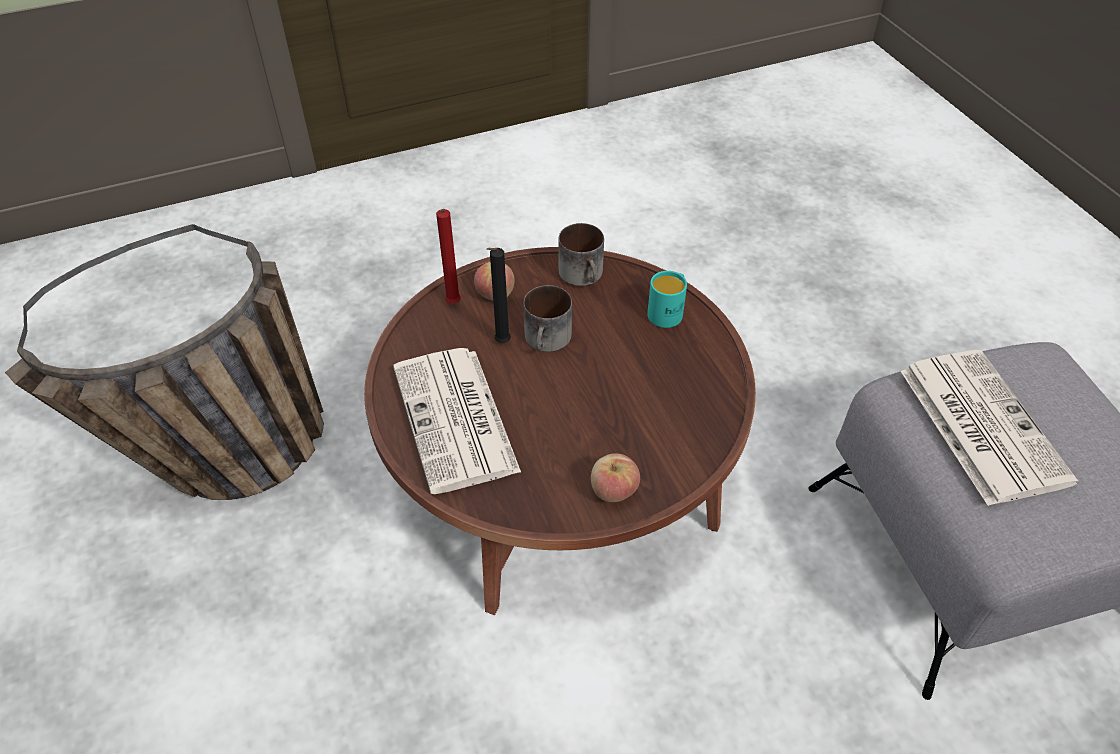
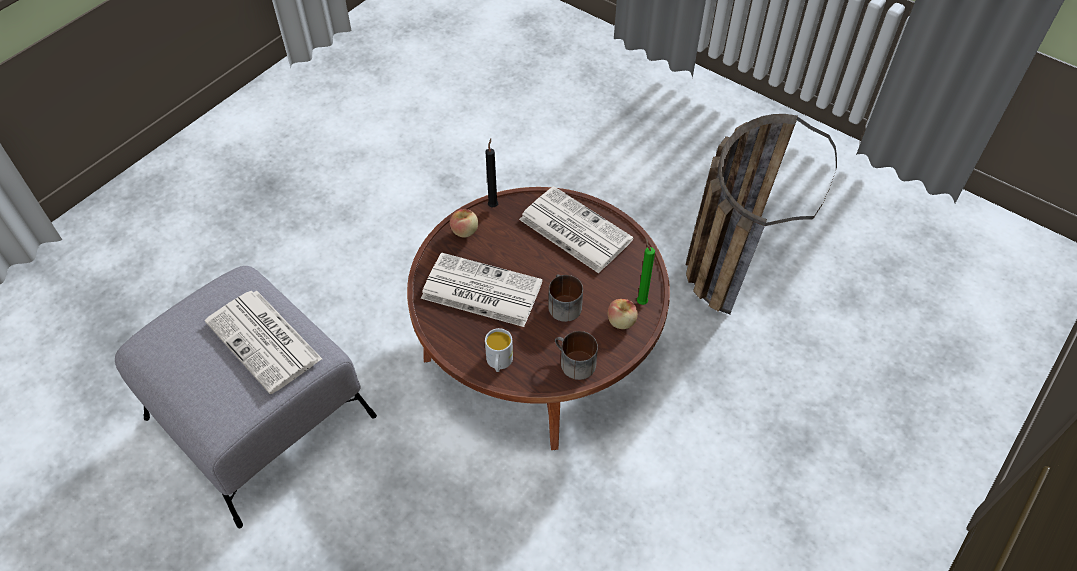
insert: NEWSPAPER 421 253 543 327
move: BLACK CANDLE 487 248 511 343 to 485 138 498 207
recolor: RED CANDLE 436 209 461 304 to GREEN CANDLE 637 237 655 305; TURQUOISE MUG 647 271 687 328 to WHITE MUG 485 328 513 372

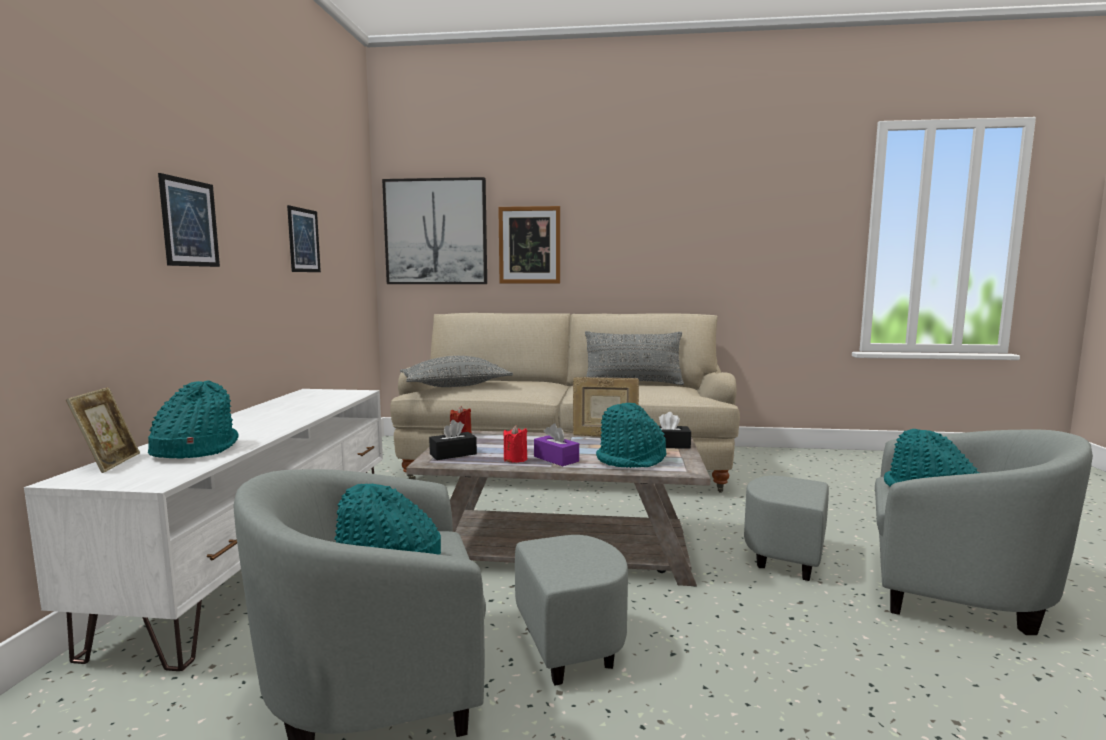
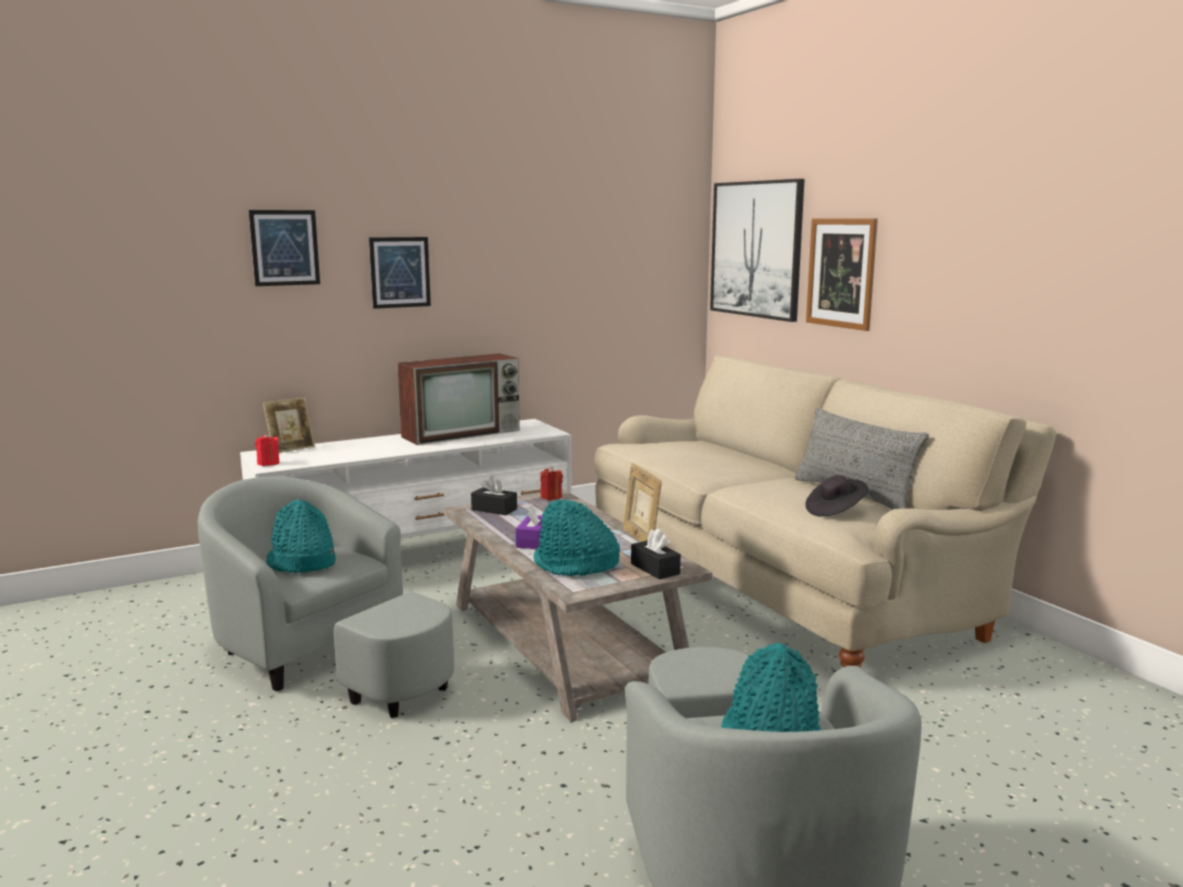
delete: TURQUOISE HAT 148 380 239 459; GREY PILLOW 400 356 513 387
insert: TELEVISION 397 354 520 445; BLACK HAT 805 475 869 517
move: PICTURE 287 205 321 272 to 249 210 320 286; RED CANDLE 504 425 527 463 to 255 433 280 466

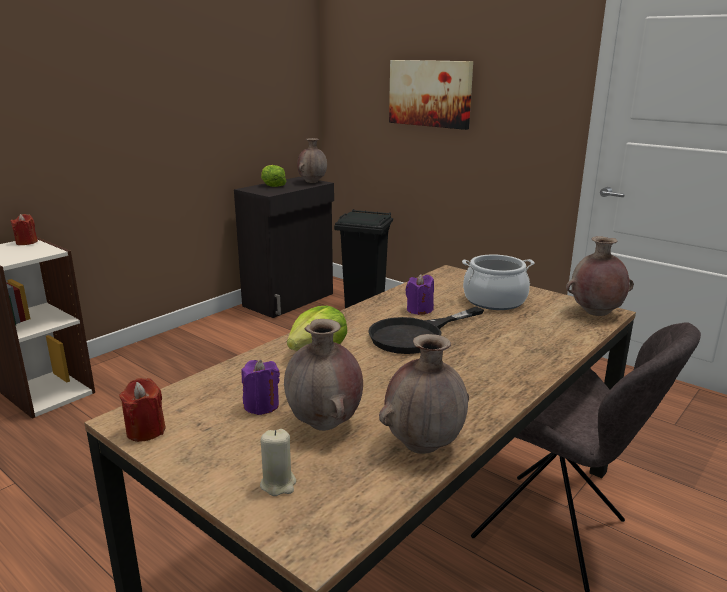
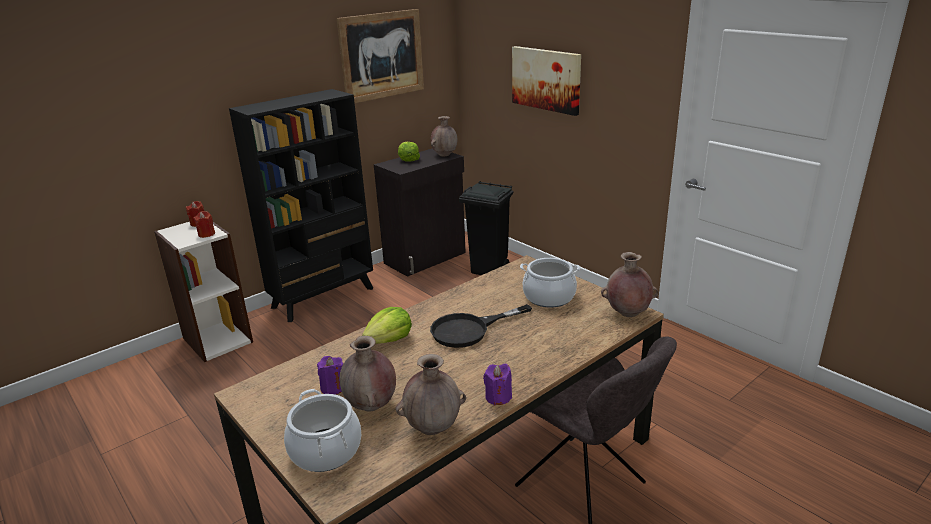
insert: BLACK BOOKCASE 229 89 373 322; PICTURE 336 9 424 103
move: RED CANDLE 119 378 165 442 to 193 211 215 238; PURPLE CANDLE 405 274 434 315 to 483 364 512 406
replace: BEIGE CANDLE 260 429 296 496 to COOKING POT 284 389 361 472

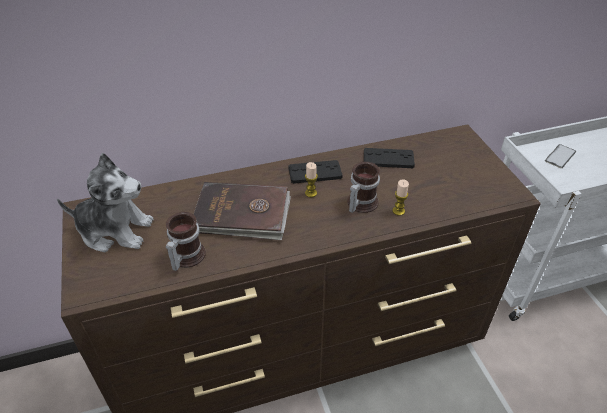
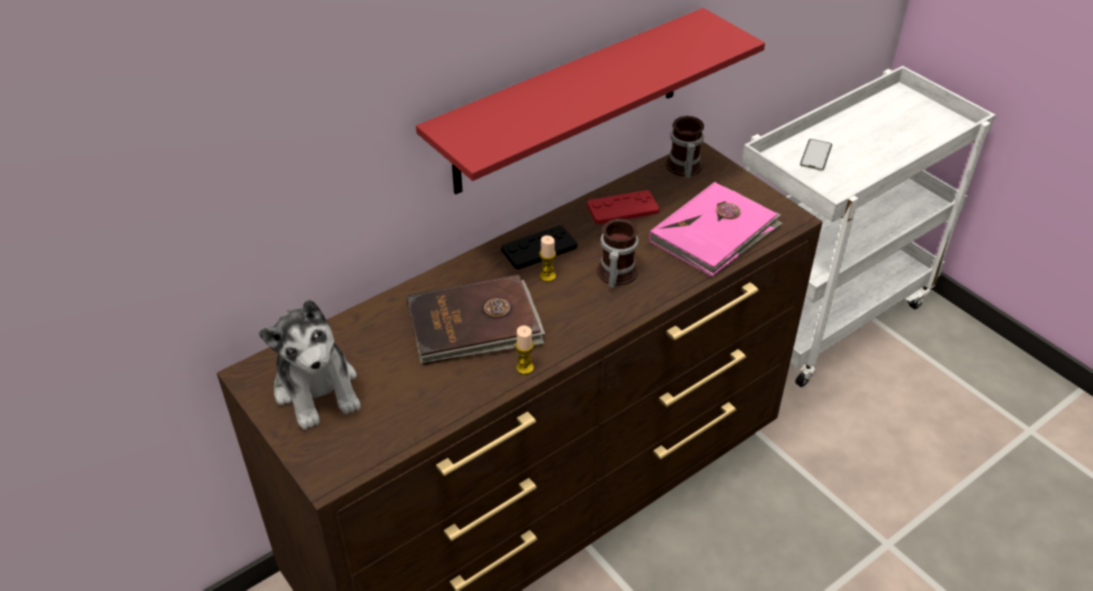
insert: RED SHELF 416 8 765 194; PINK BOOK 649 182 783 277
move: MUG 166 212 206 271 to 666 116 704 178; CANDLE 392 179 409 216 to 515 325 534 375
recolor: BLACK GAME CONTROLLER 364 148 415 168 to RED GAME CONTROLLER 587 190 660 224
rotate: PLUSH TOY 57 153 154 252 = 259 299 361 430 75 degrees clockwise

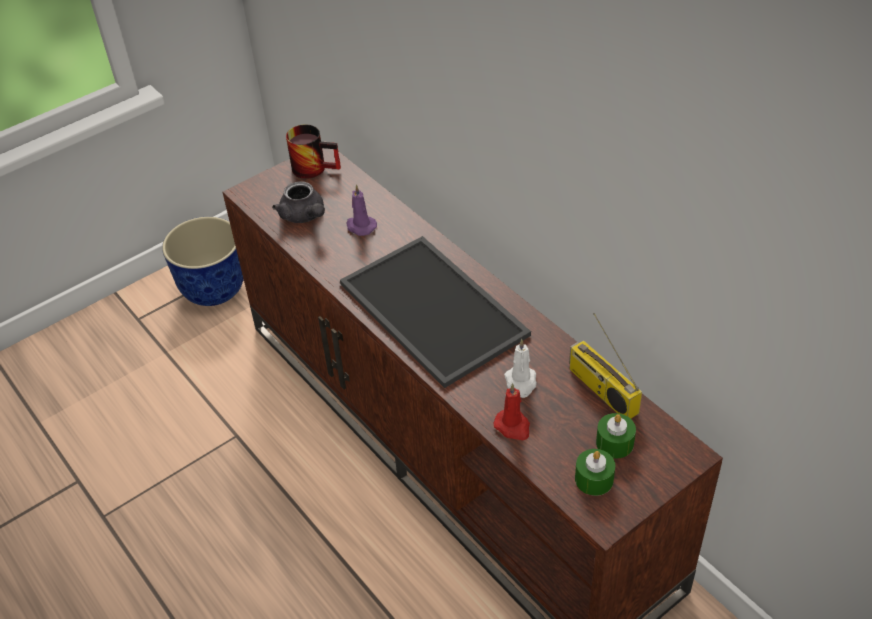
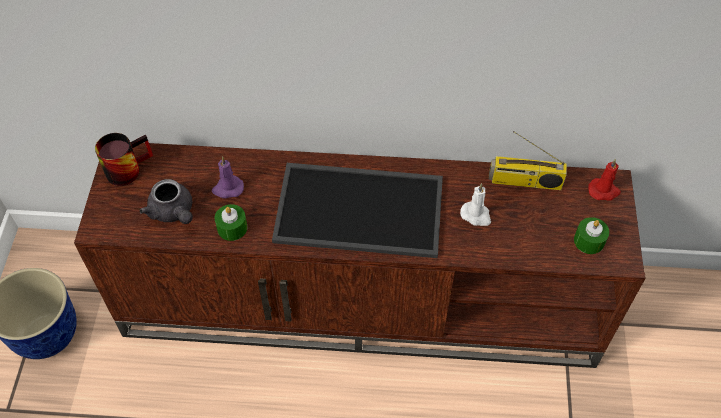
move: RED CANDLE 493 383 530 440 to 588 159 621 201; GREEN CANDLE 596 413 636 459 to 215 204 247 241
rotate: GREY TEAPOT 272 181 325 223 = 140 179 193 224 45 degrees clockwise

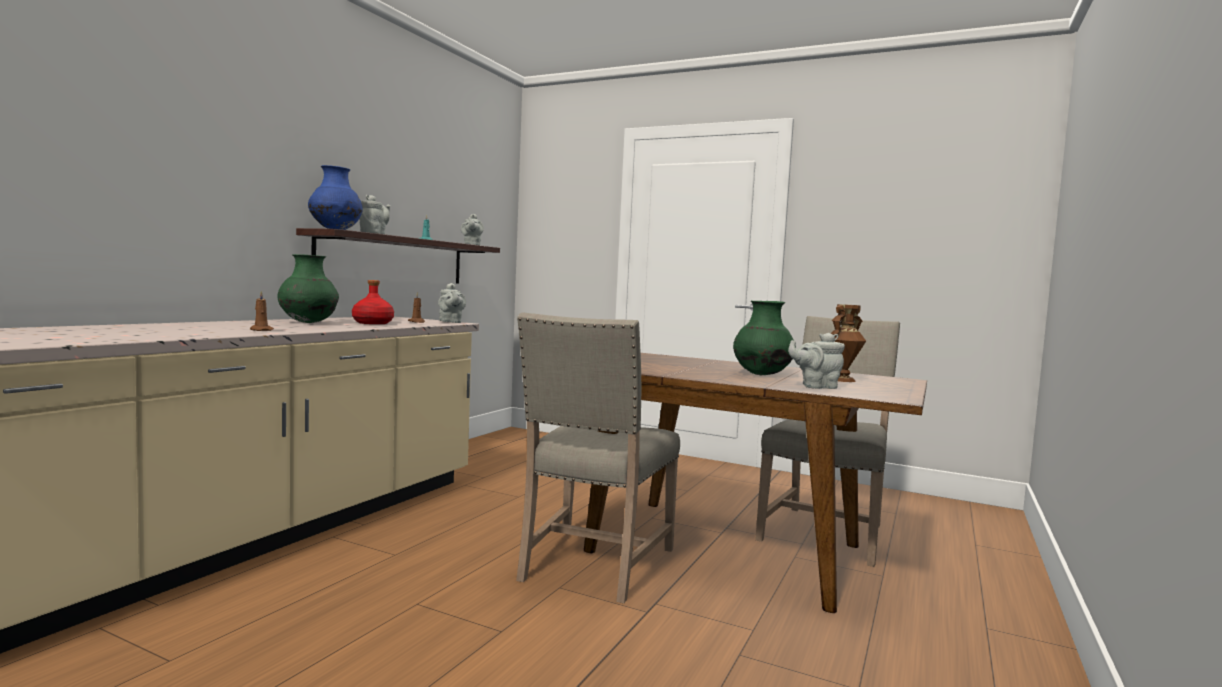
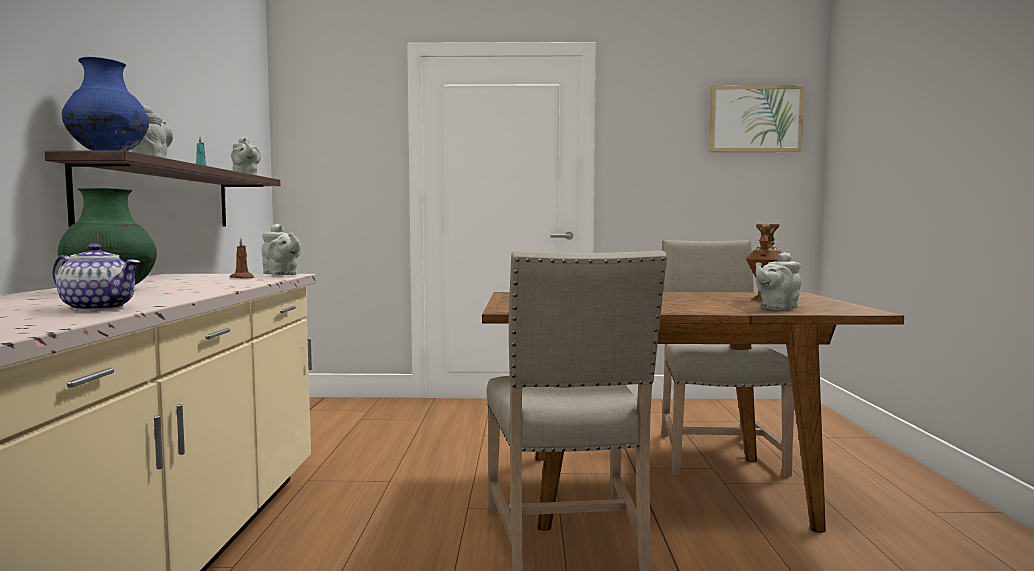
delete: RED BOTTLE 352 280 394 324; GREEN VASE 733 301 796 375
insert: PICTURE 709 85 804 152
replace: BROWN CANDLE 250 291 274 331 to TEAPOT 52 244 140 311

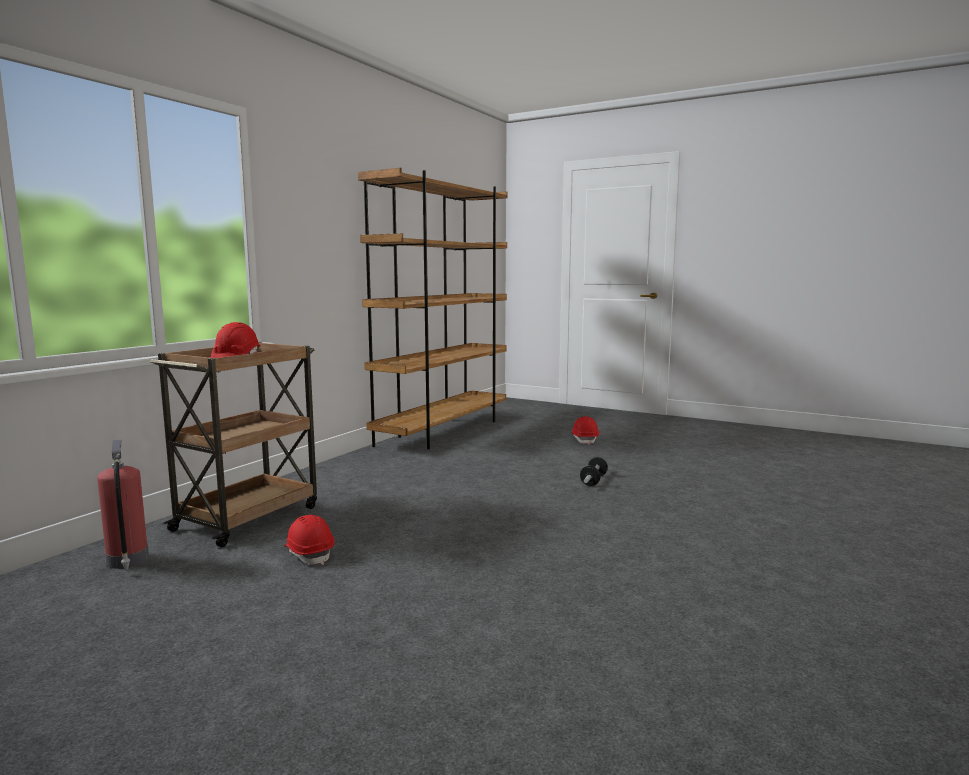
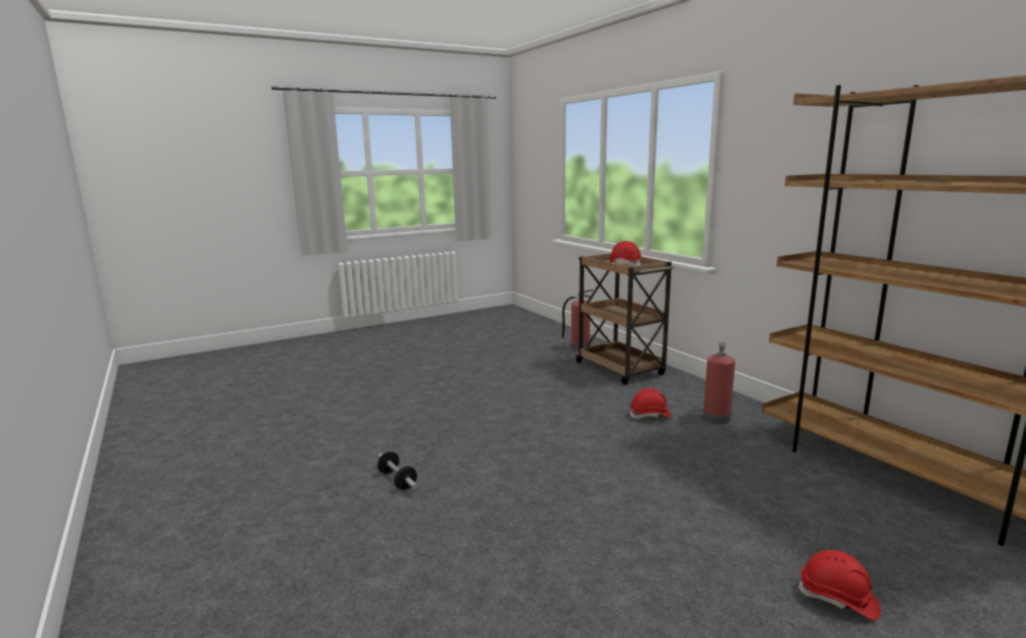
insert: FIRE EXTINGUISHER 703 342 735 425
move: RED HARD HAT 284 515 335 565 to 630 388 673 419; DUMBBELL 580 457 608 486 to 377 451 417 490

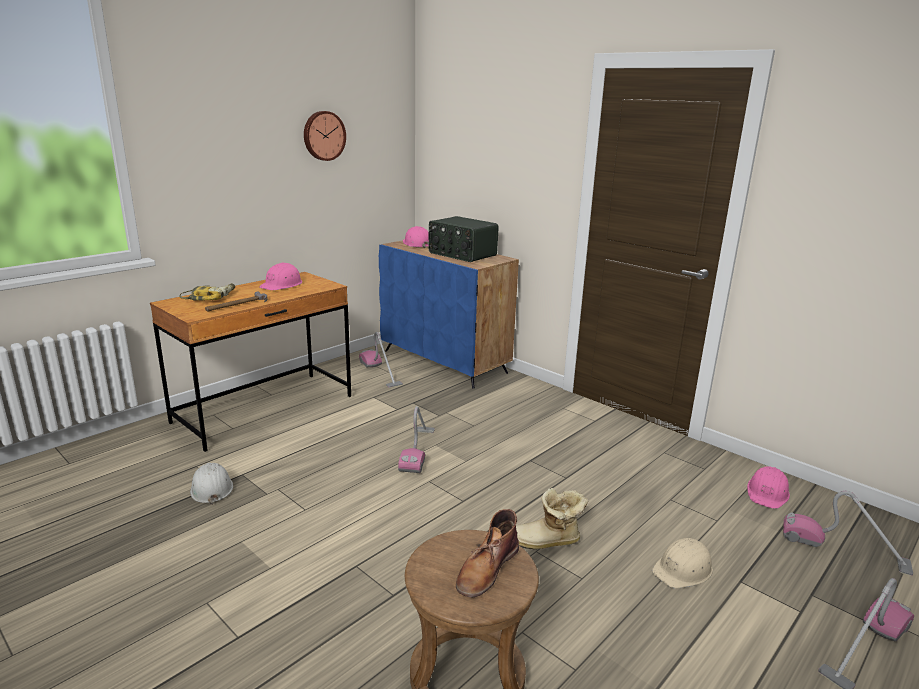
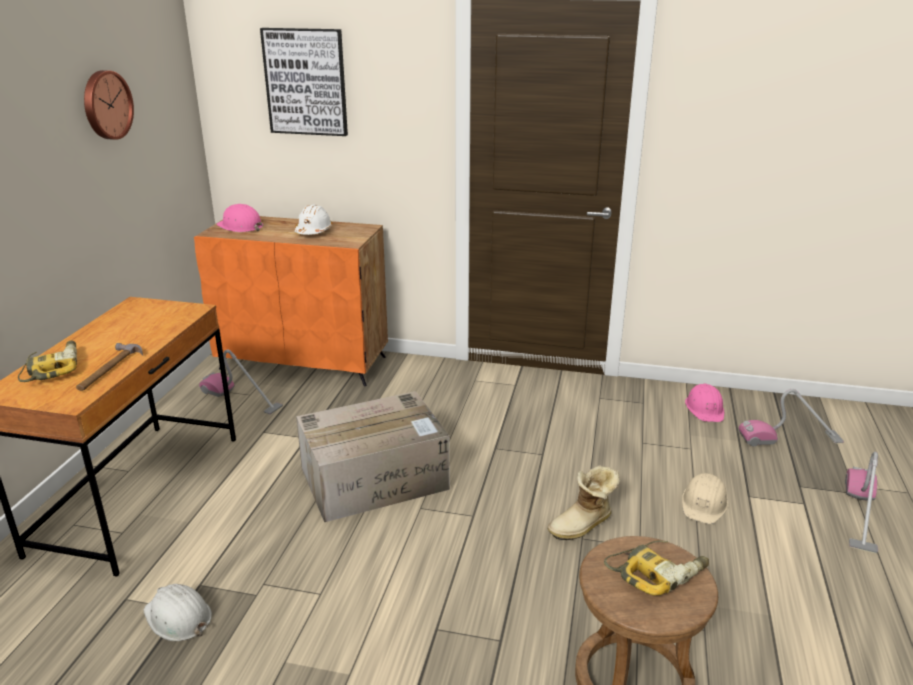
delete: PINK HARD HAT 259 262 302 290
insert: PICTURE 260 28 348 136
replace: VACUUM CLEANER 398 406 435 473 to CARDBOARD BOX 296 391 450 522; RADIO 428 216 498 262 to WHITE HARD HAT 295 205 332 235; BROWN BOOT 456 509 519 597 to POWER DRILL 604 541 709 596
recolor: BLUE CABINET 379 240 519 389 to ORANGE CABINET 194 216 388 386

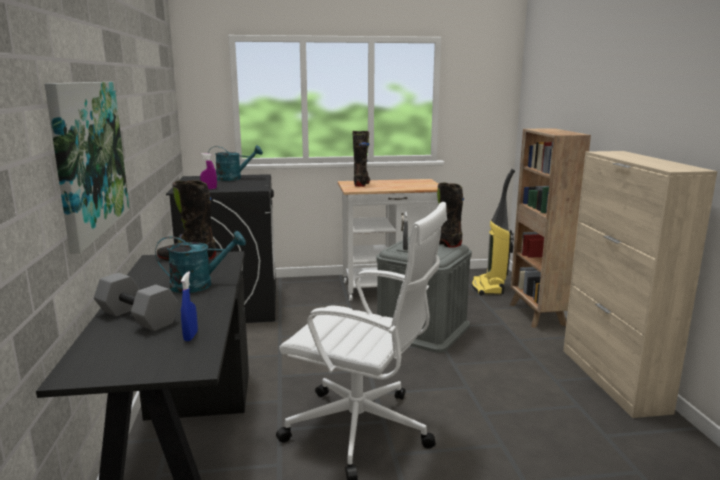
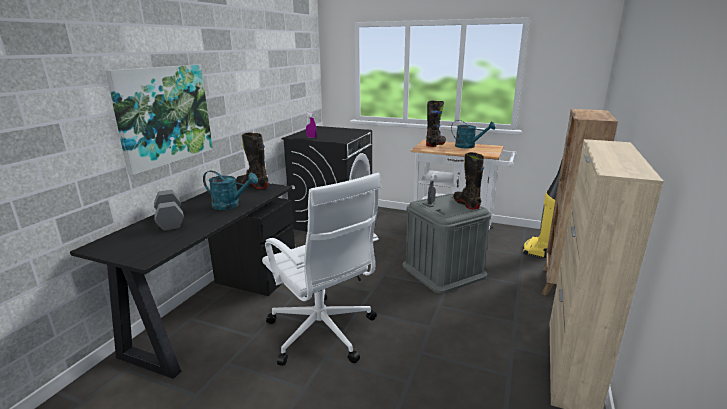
delete: BLUE SPRAY BOTTLE 181 272 198 341
move: TURQUOISE WATERING CAN 208 145 263 181 to 451 120 496 148

